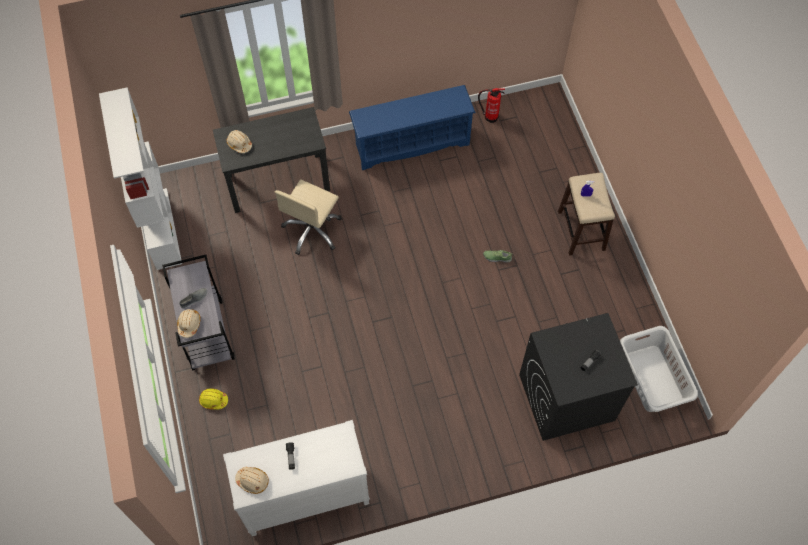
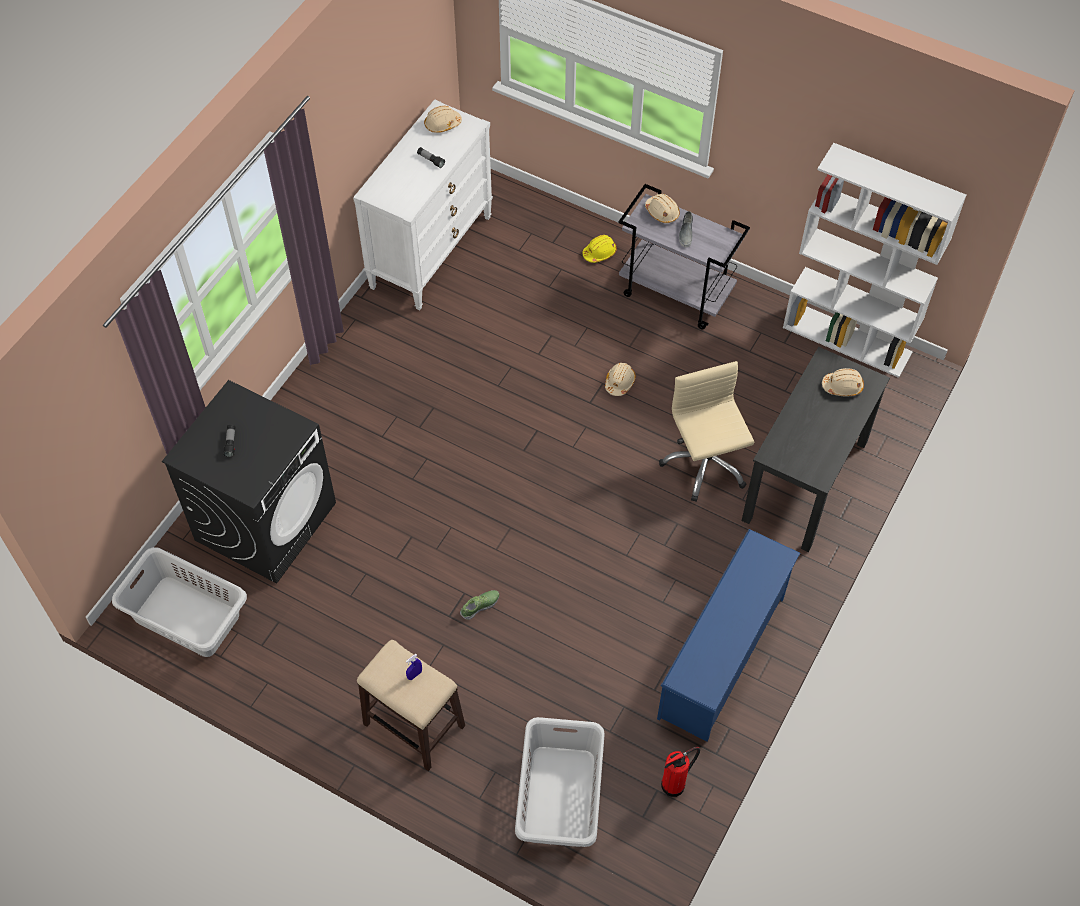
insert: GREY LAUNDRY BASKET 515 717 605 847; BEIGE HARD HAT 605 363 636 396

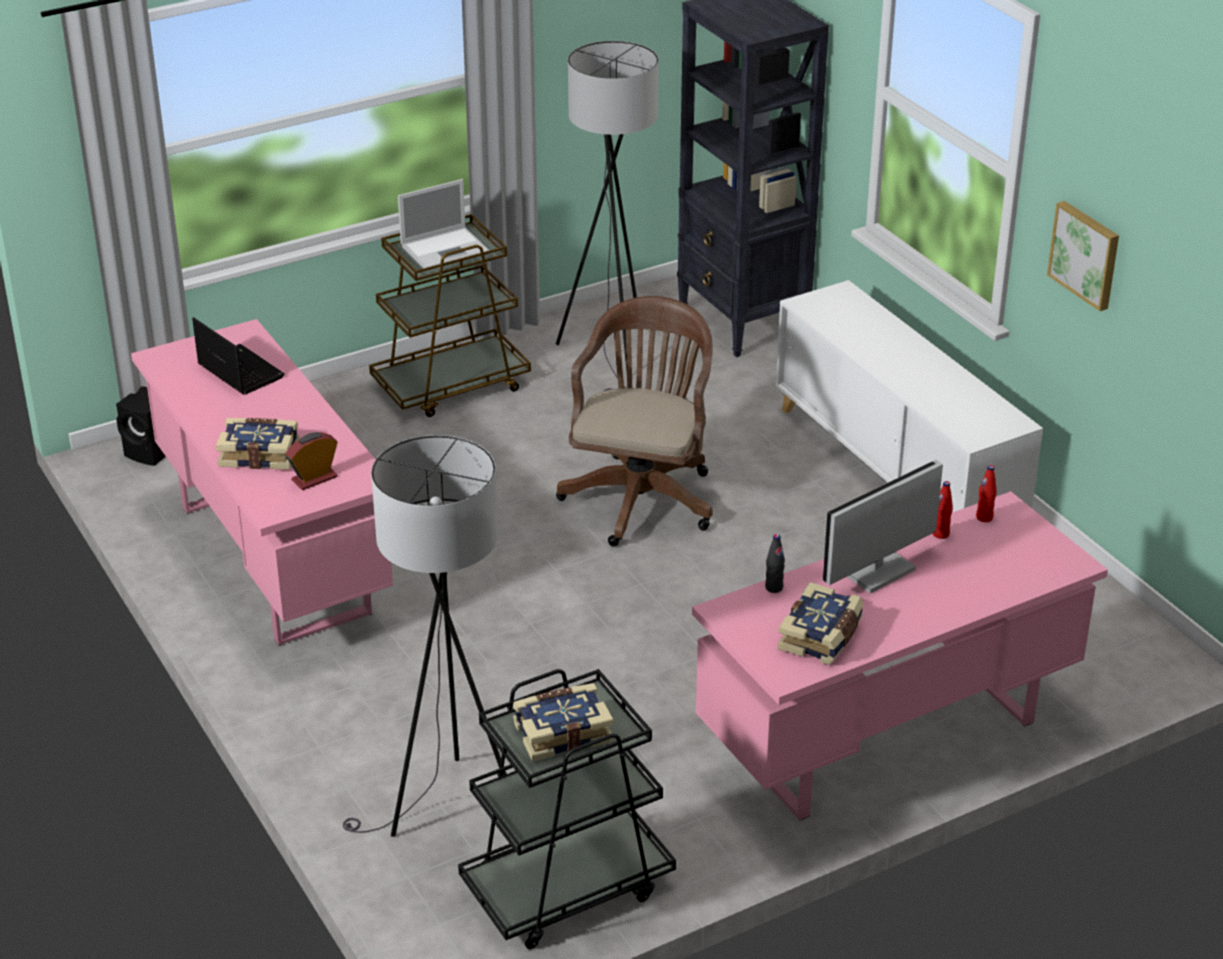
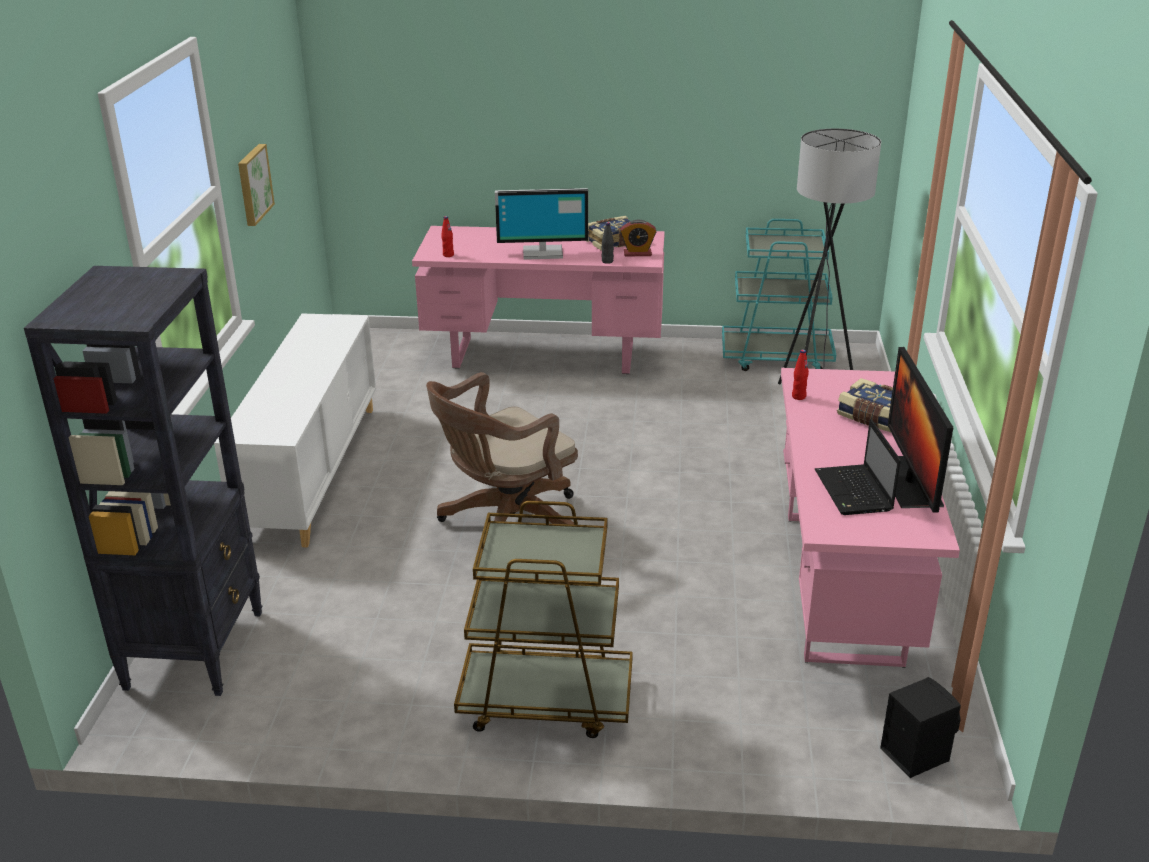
delete: LAPTOP 398 179 490 268; BOOK 513 683 614 761; GREY FLOOR LAMP 556 41 659 391
insert: MONITOR 888 347 953 513
move: ALARM CLOCK 286 432 338 490 to 620 219 656 257; RED BOTTLE 933 481 953 539 to 792 349 809 400
recolor: BLACK CART 458 669 676 949 to TURQUOISE CART 722 219 836 371

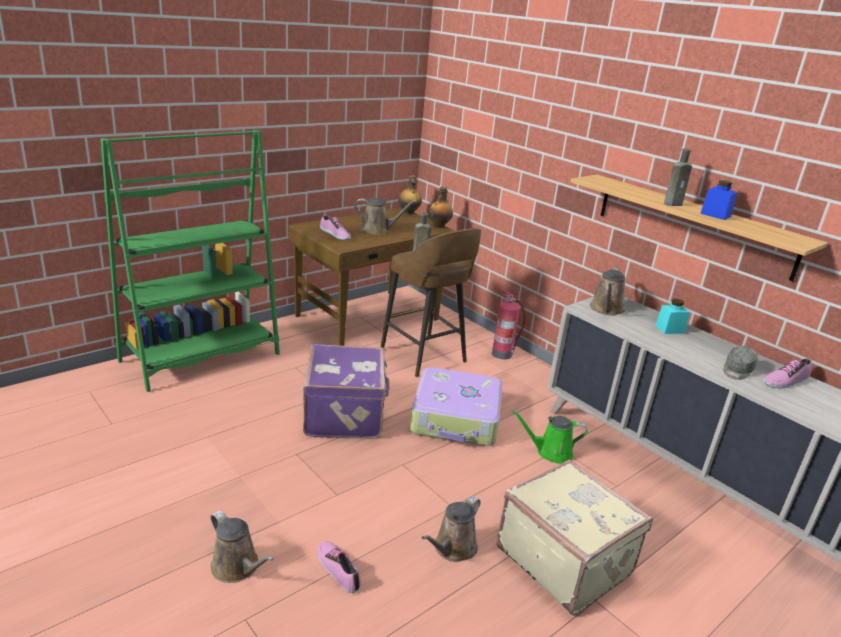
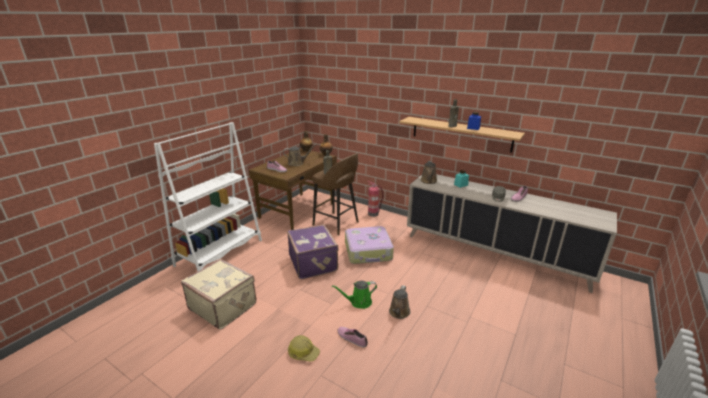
move: BEIGE SUITCASE 496 460 653 616 to 181 259 256 330; GREEN WATERING CAN 511 410 588 464 to 332 281 377 309
replace: BROWN WATERING CAN 211 511 274 583 to HARD HAT 288 335 320 362
recolor: GREEN BOOKCASE 101 130 280 392 to WHITE BOOKCASE 154 122 262 272

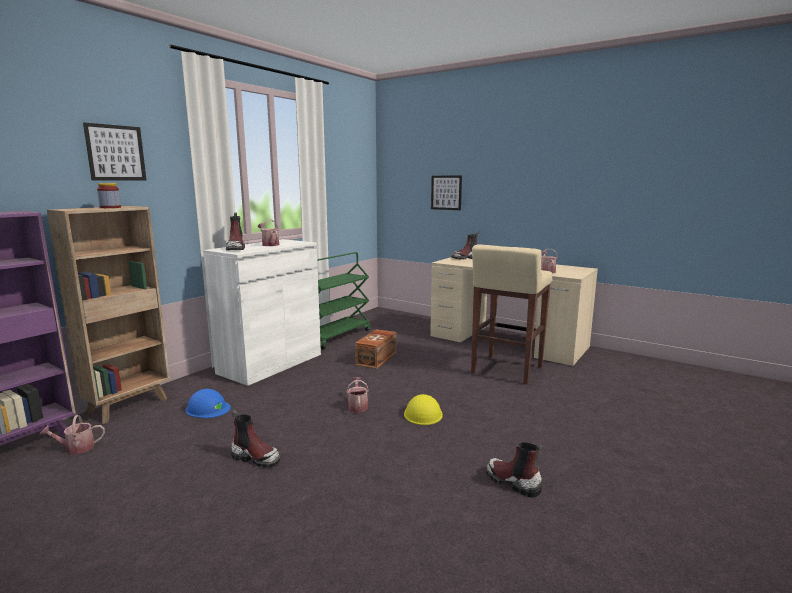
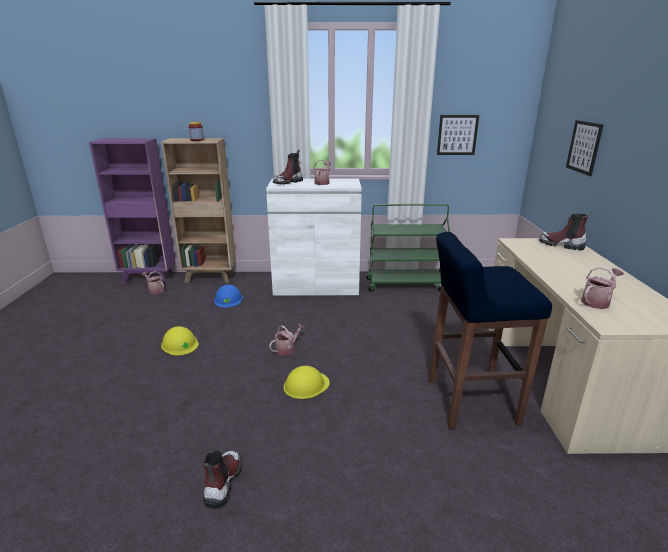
delete: BROWN STORAGE BOX 355 329 396 369
move: PICTURE 83 122 146 181 to 437 115 479 155
replace: BOOT 231 410 280 467 to YELLOW HARD HAT 161 326 199 356
recolor: BEIGE STOOL 471 244 552 384 to BLUE STOOL 429 232 552 429

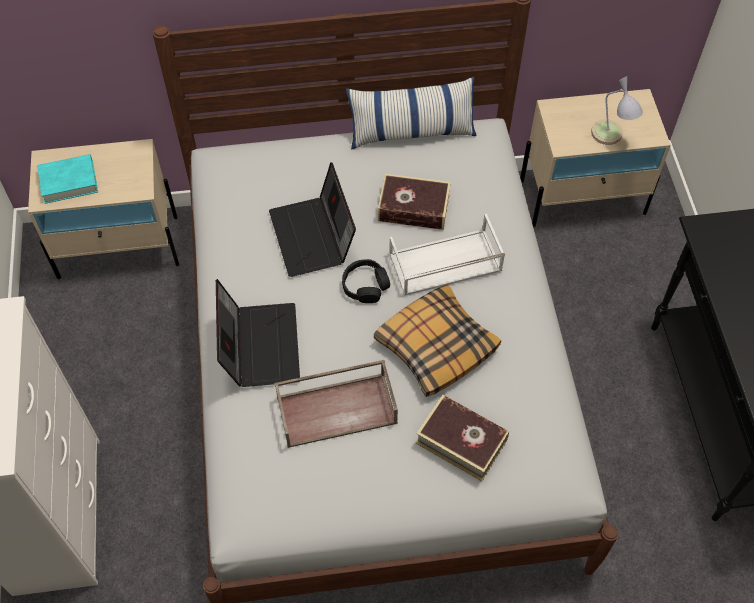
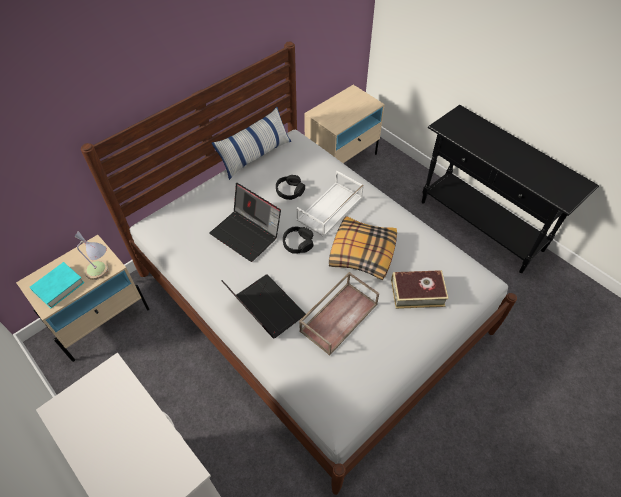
move: TABLE LAMP 591 76 643 145 to 74 231 109 280
replace: BOOK 378 174 451 230 to BLACK HEADPHONES 276 175 305 200

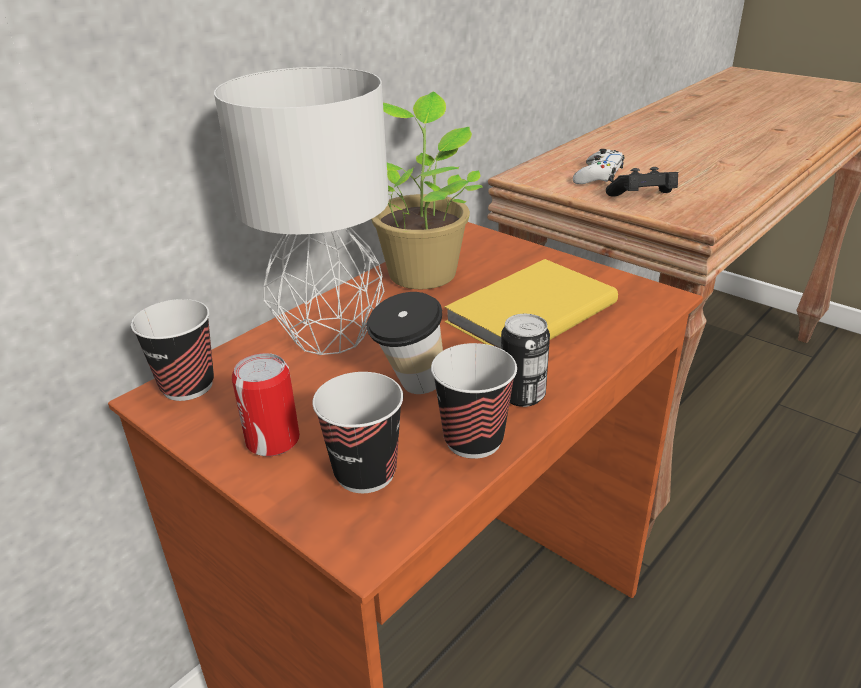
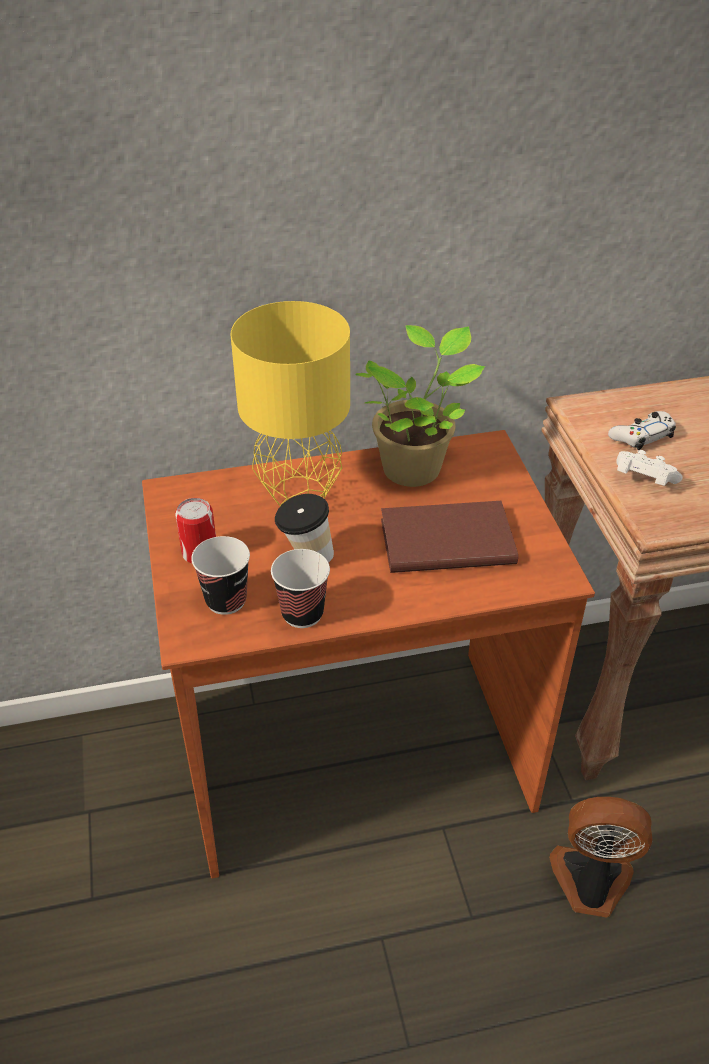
delete: CUP 131 299 214 401; CAN 501 314 550 407
insert: FAN 549 797 652 918
recolor: GREY TABLE LAMP 214 67 389 355 to YELLOW TABLE LAMP 231 301 350 506; YELLOW BOOK 444 259 618 349 to BROWN BOOK 381 501 518 573; BLACK GAME CONTROLLER 606 167 678 197 to WHITE GAME CONTROLLER 616 450 683 486

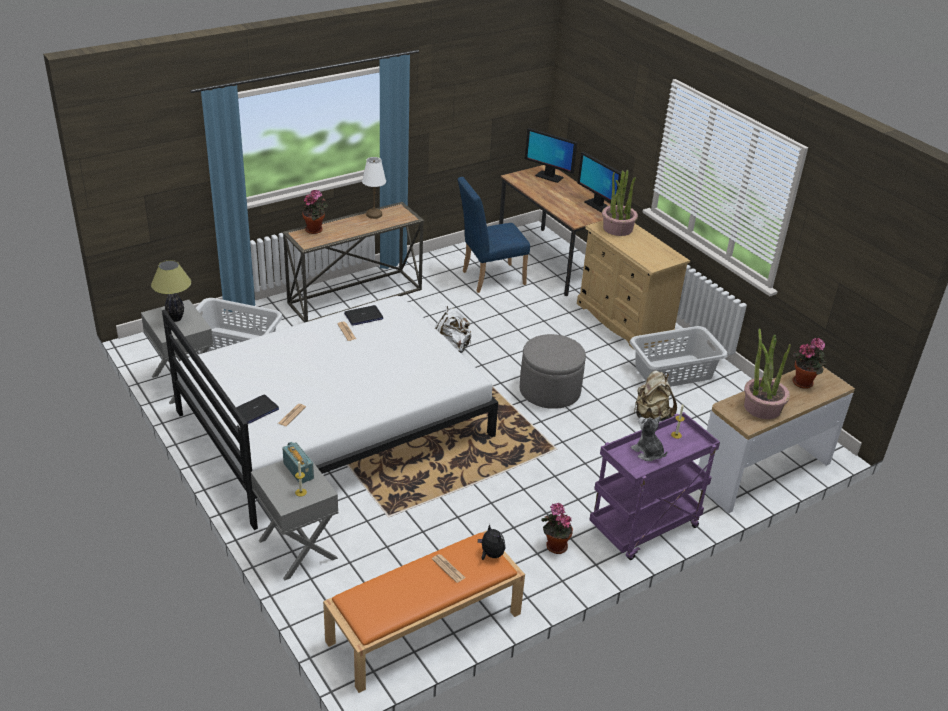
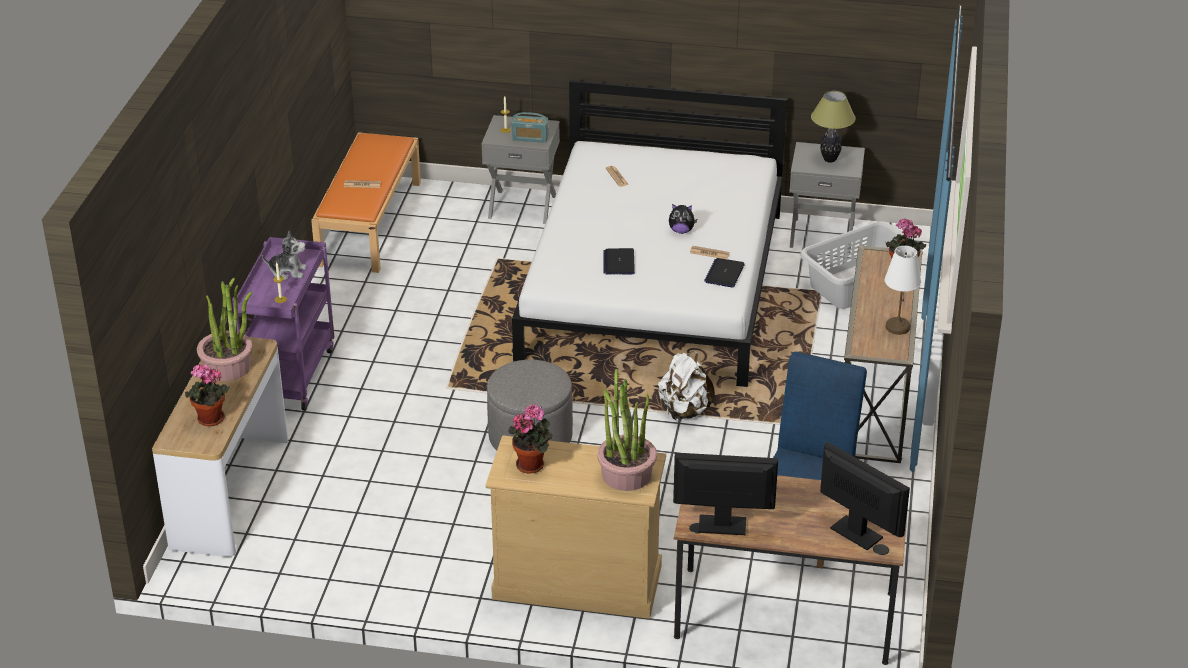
delete: GREY LAUNDRY BASKET 629 326 728 387; BEIGE BACKPACK 634 370 677 421
move: LAPTOP 236 395 279 424 to 603 248 635 275; PLUSH TOY 478 524 505 560 to 669 204 697 234; POTTED PLANT 541 503 573 554 to 508 404 553 474
rotate: MONITOR 525 128 577 183 = 820 442 910 550 60 degrees clockwise

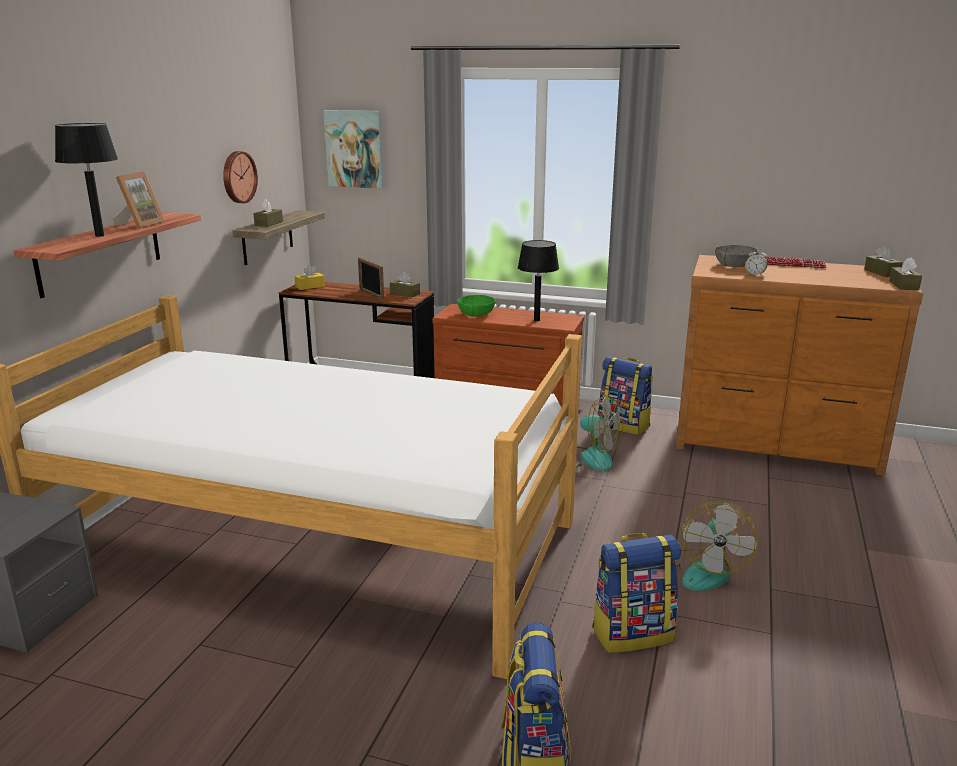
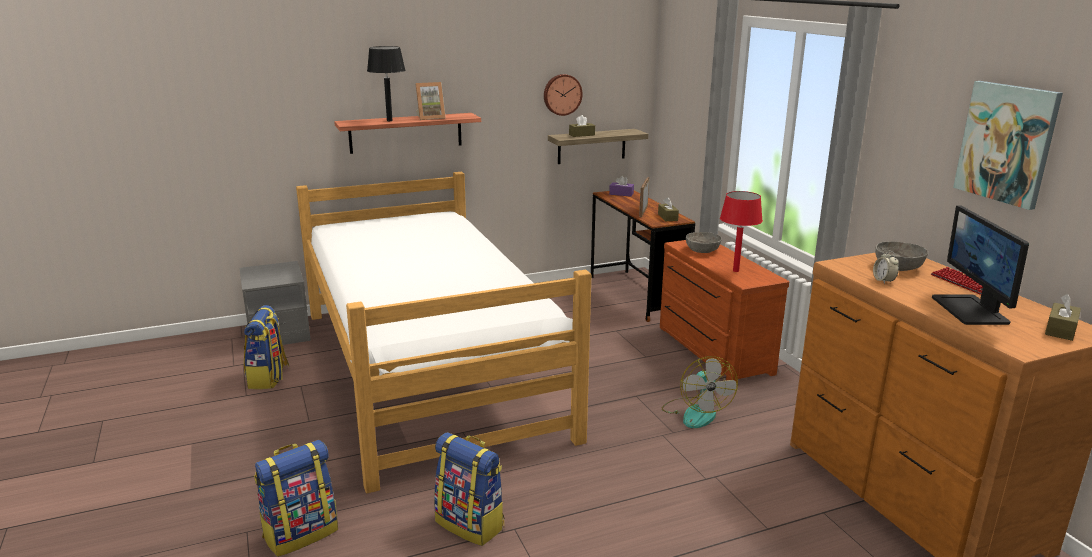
delete: FAN 676 502 759 591; BROWN TISSUE BOX 889 257 922 290
insert: MONITOR 932 205 1029 325
move: PICTURE 323 110 384 189 to 953 81 1063 210; BACKPACK 598 356 653 435 to 244 305 289 389
recolor: YELLOW TISSUE BOX 295 265 325 290 to PURPLE TISSUE BOX 609 176 634 197; GREEN BOWL 457 295 496 316 to GREY BOWL 686 232 722 253; BLACK TABLE LAMP 518 240 559 321 to RED TABLE LAMP 720 191 763 272

